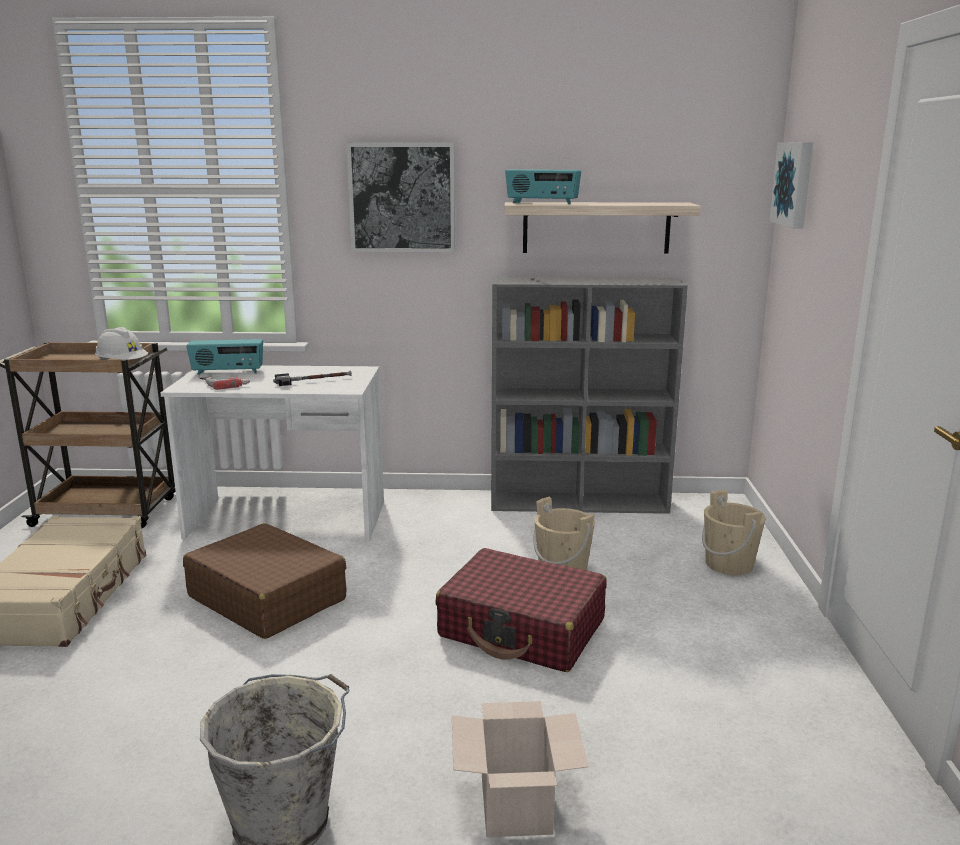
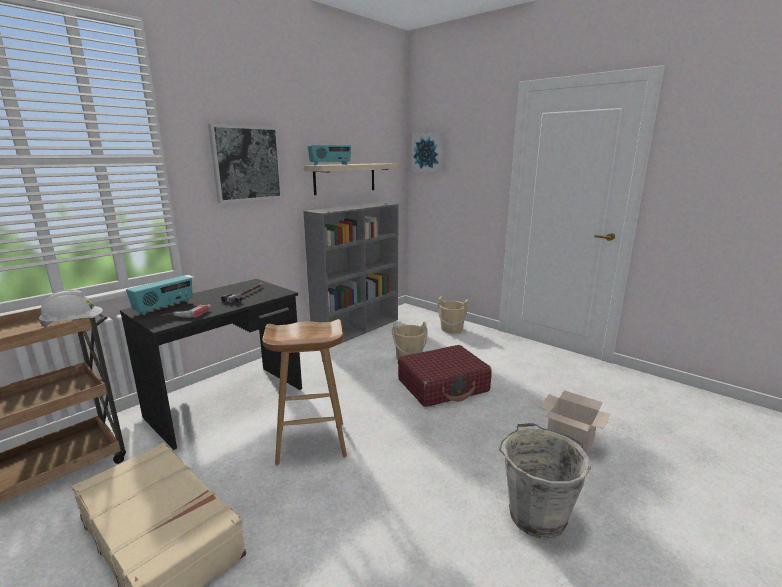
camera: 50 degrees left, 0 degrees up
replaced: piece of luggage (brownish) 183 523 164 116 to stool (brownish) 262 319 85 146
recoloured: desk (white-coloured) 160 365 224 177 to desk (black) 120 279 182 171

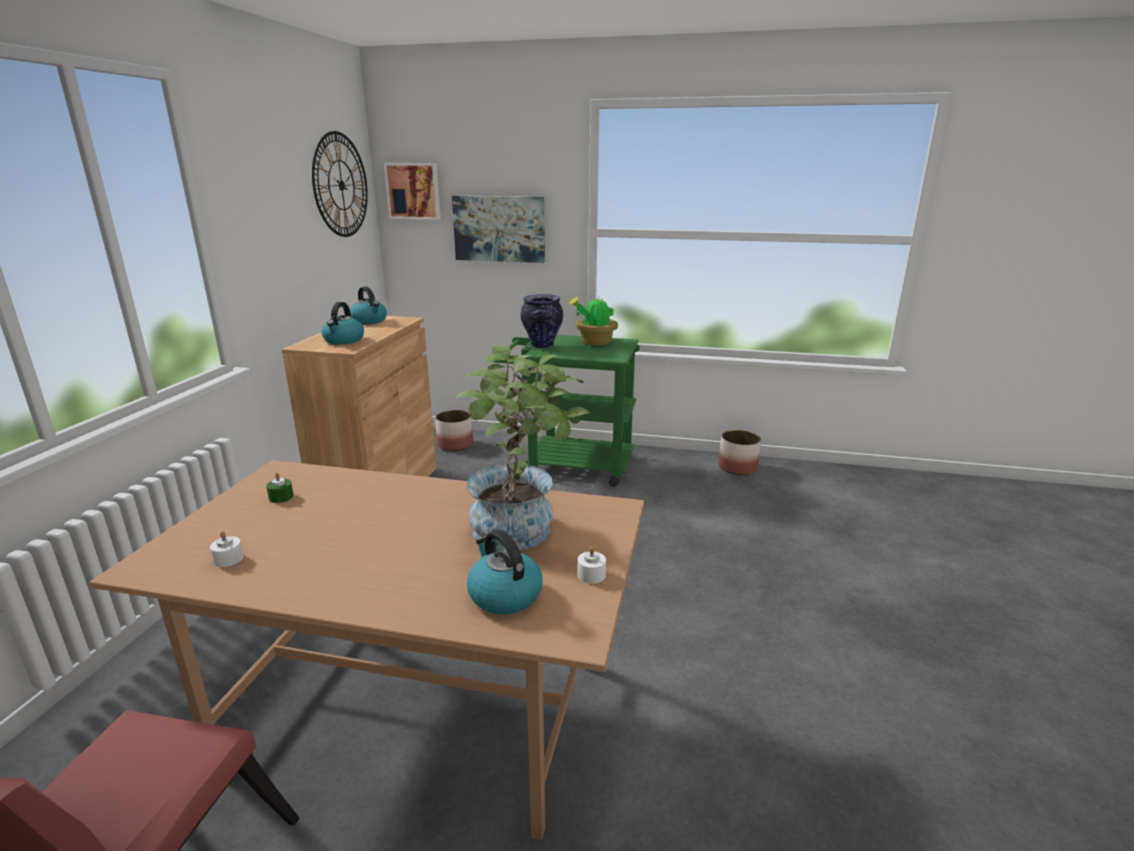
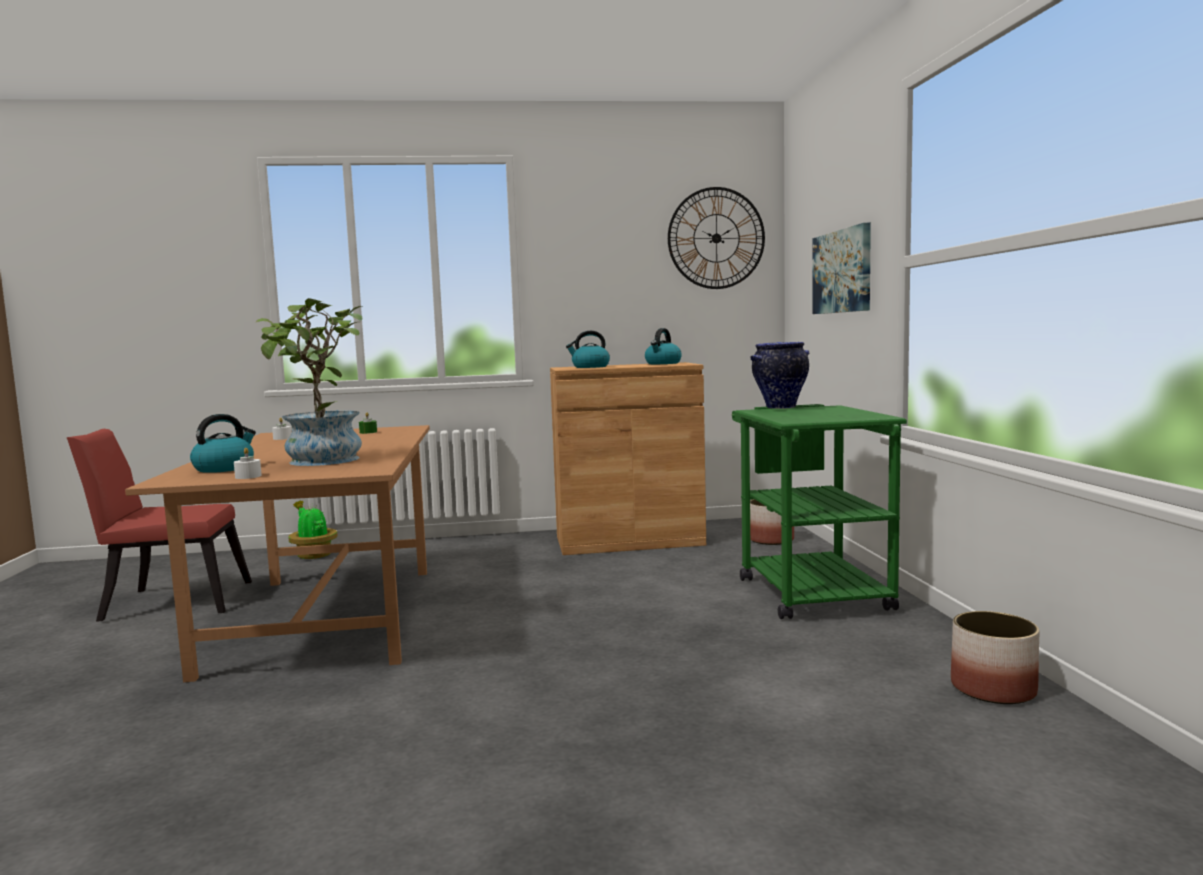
camera: 70 degrees right, 15 degrees down
removed: wall art 384 163 57 57
moved: plant in a pot 570 296 48 50 to 288 501 50 58

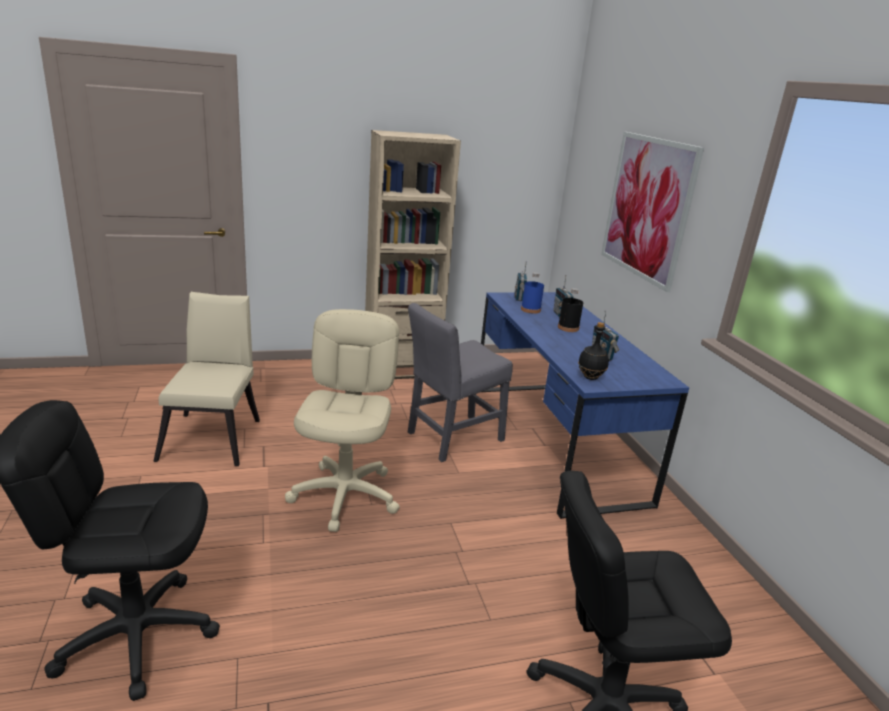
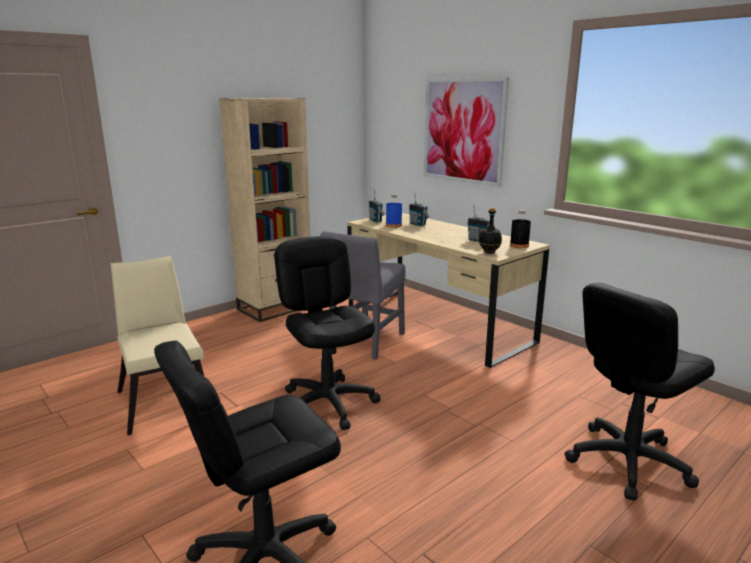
camera: 25 degrees left, 5 degrees down
moved: drink bottle (black) 558 288 25 44 to 510 210 21 38
recoloured: desk (bluish) 481 292 208 227 to desk (beige) 347 213 203 155; office chair (beige) 285 309 115 223 to office chair (black) 274 236 107 194

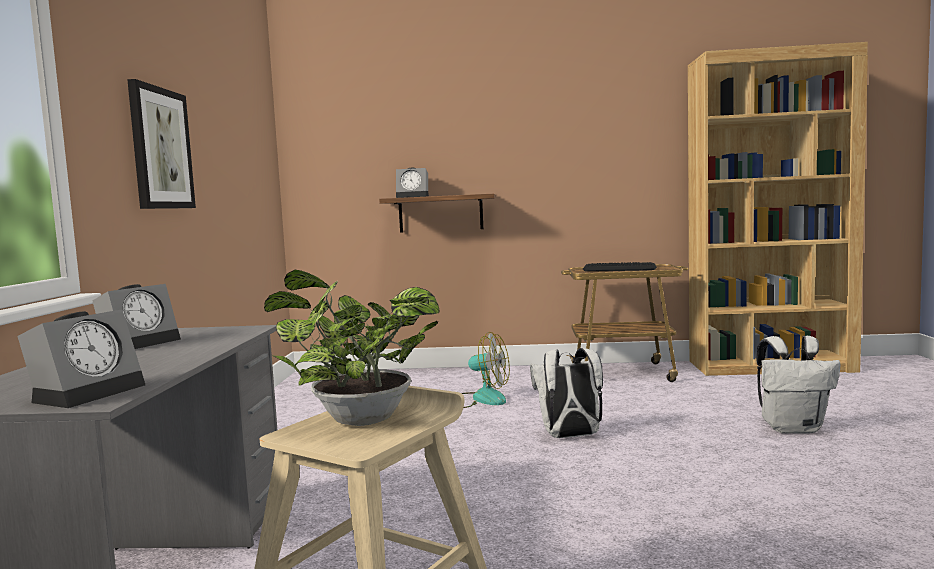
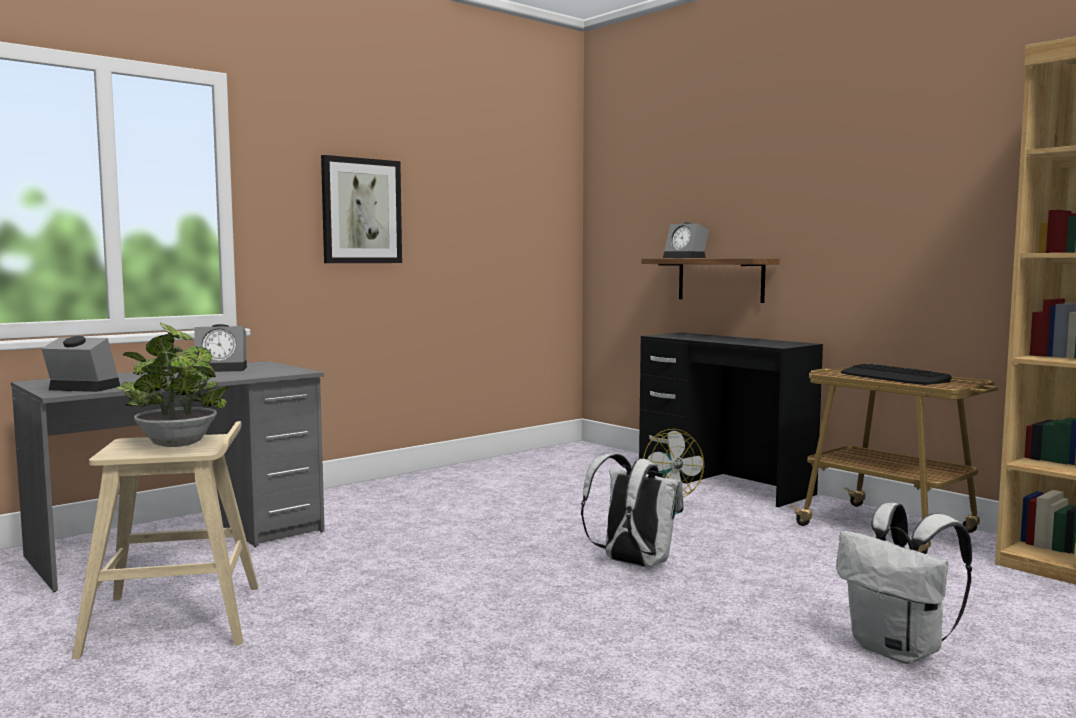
camera: 45 degrees right, 0 degrees up
added: desk (black) 639 333 184 174
turned: alarm clock 17 309 128 99 = 41 336 79 56 150 degrees counterclockwise

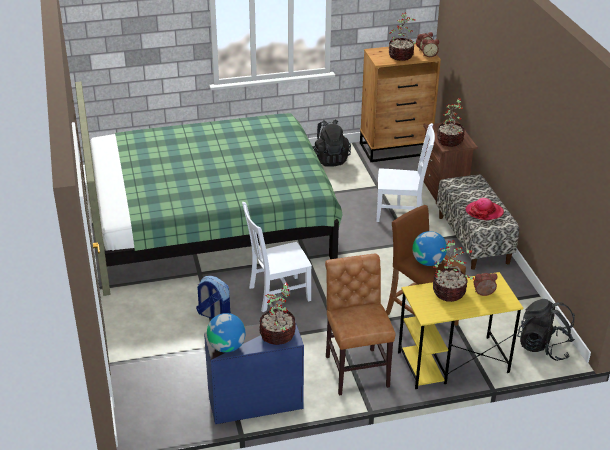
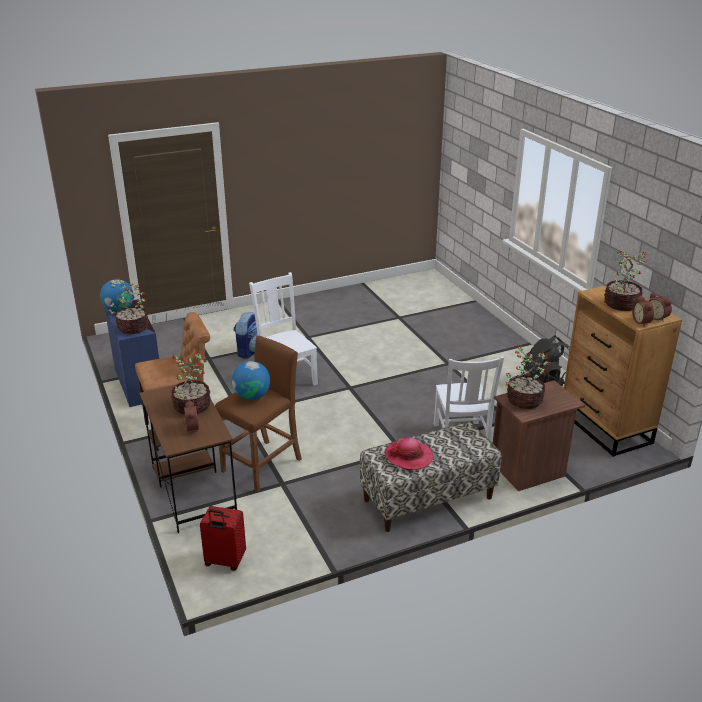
camera: 80 degrees right, 5 degrees down
removed: sleeping bed (green-coloured) 75 82 268 214
replaced: backpack (black) 517 299 58 62 to piece of luggage (red-coloured) 200 506 46 65
recoloured: desk (yellow-coloured) 398 272 125 117 to desk (brownish) 139 379 98 154

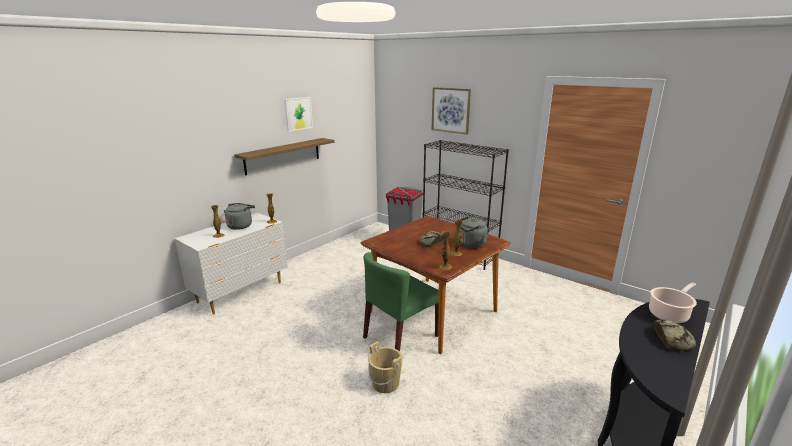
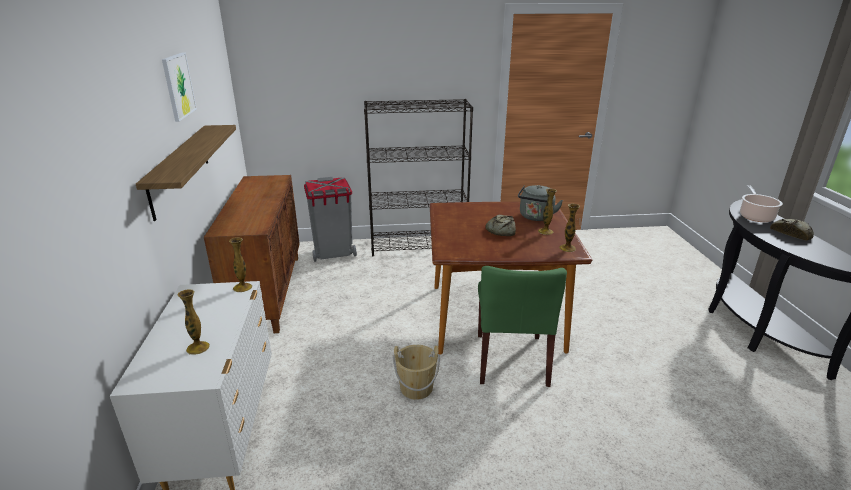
camera: 45 degrees left, 5 degrees up
removed: wall art 432 87 39 47; tea kettle (gray) 224 203 31 27
added: cabinet (brownish) 204 175 96 158
moved: pail (beige) 368 341 35 52 to 393 345 47 54

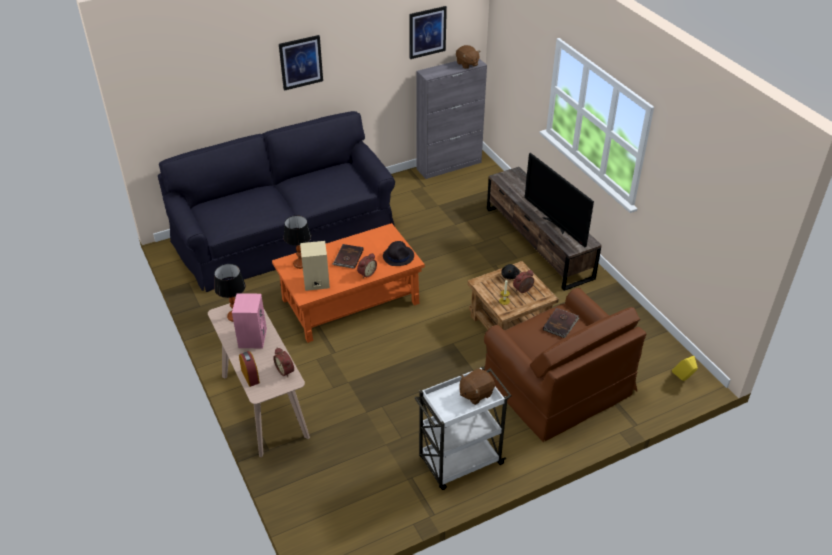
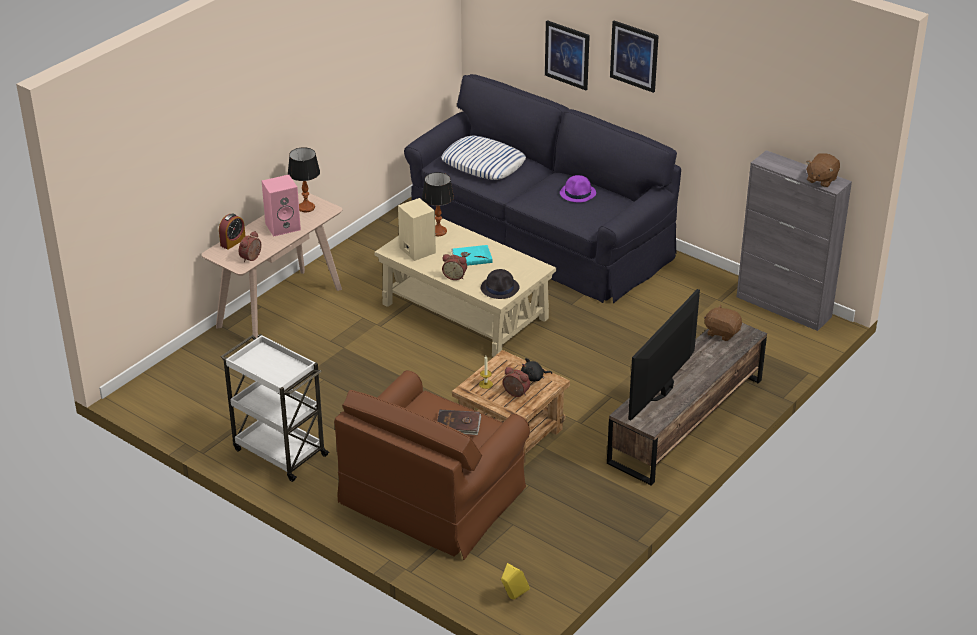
camera: 65 degrees right, 5 degrees down
added: cushion 441 136 85 44; wearable hat (purple) 560 175 36 27
moved: wall art 409 6 38 53 to 545 20 45 70; plush toy (brownish) 459 368 36 37 to 704 305 38 36
recoloured: low table (orange) 272 223 153 120 to low table (beige) 374 215 182 142; bound book (brownish) 332 244 32 25 to bound book (turquoise) 451 245 42 21

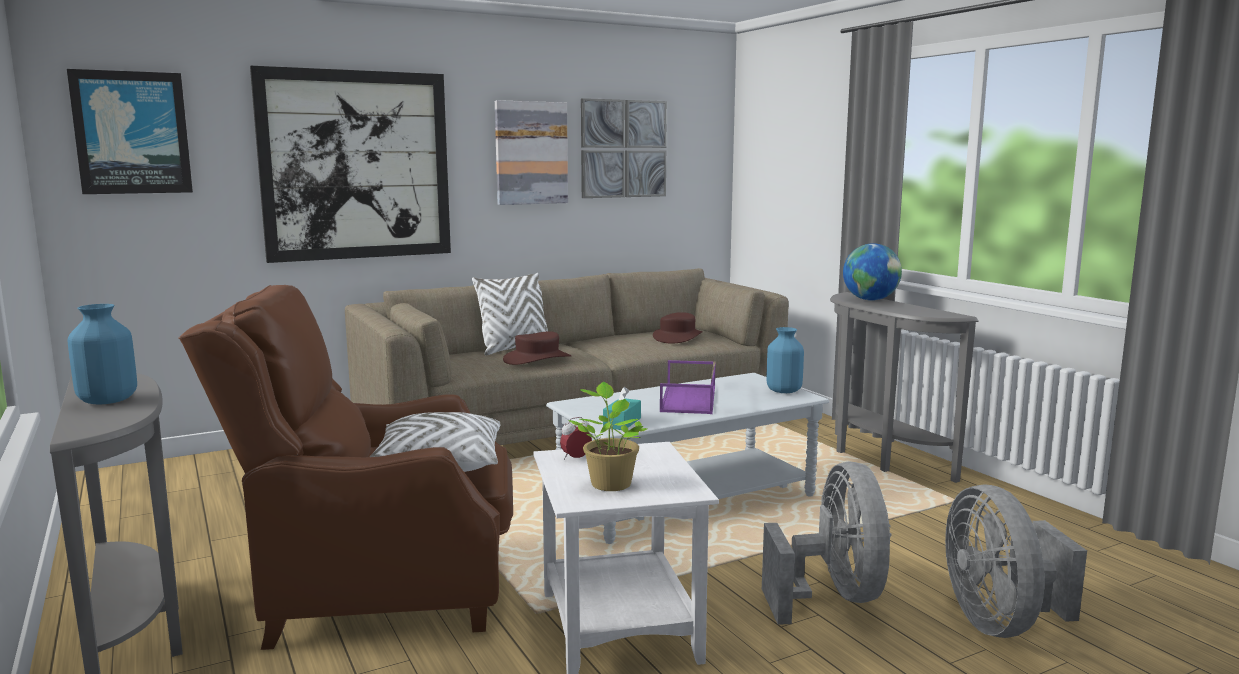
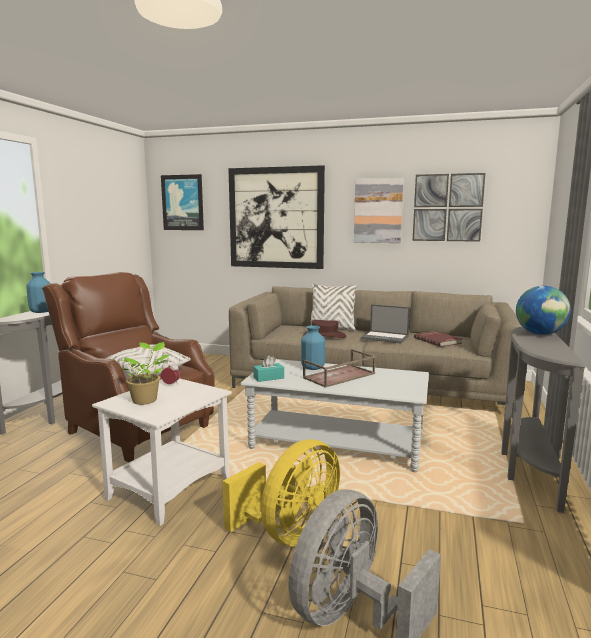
camera: 45 degrees right, 0 degrees up
added: laptop 361 304 49 40
moved: decorative vase (bluish) 767 327 37 66 to 301 325 24 45
replaced: wearable hat (brownish) 653 312 50 32 to bound book (red-coloured) 414 331 48 16
recoloured: serving tray (purple) 660 360 56 54 to serving tray (brownish) 303 349 73 39; fan (gray) 762 461 129 164 to fan (yellow-coloured) 223 439 117 107

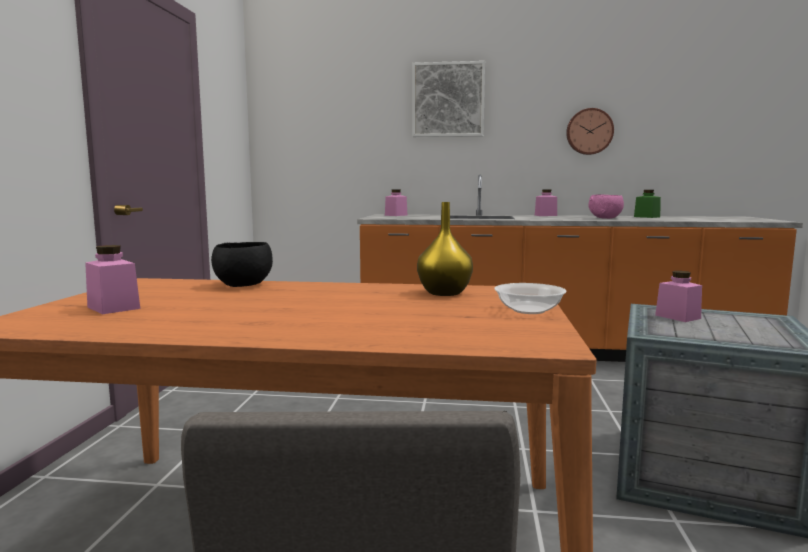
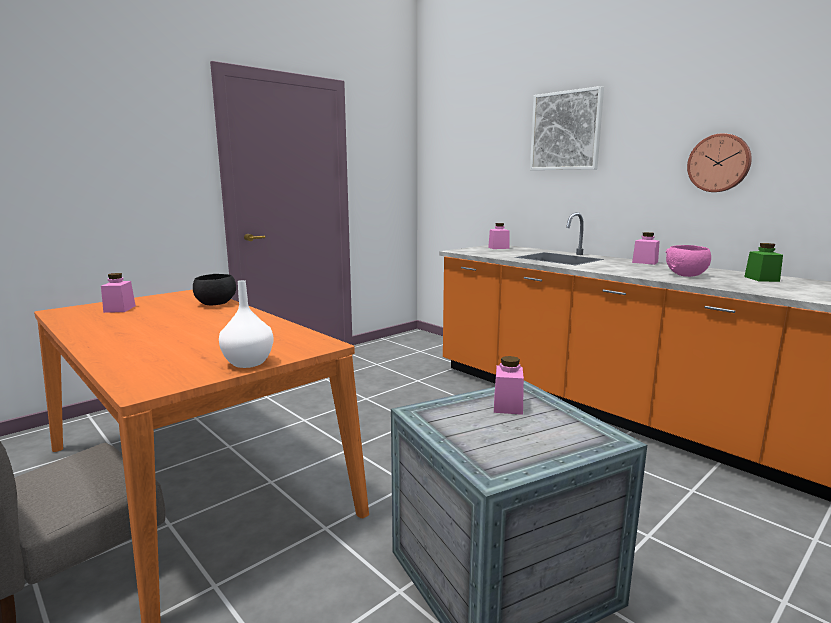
camera: 40 degrees right, 5 degrees up
removed: decorative vase (yellow-coloured) 417 202 56 94
replaced: deep dish 495 283 72 31 to decorative vase (white-coloured) 219 280 55 88

